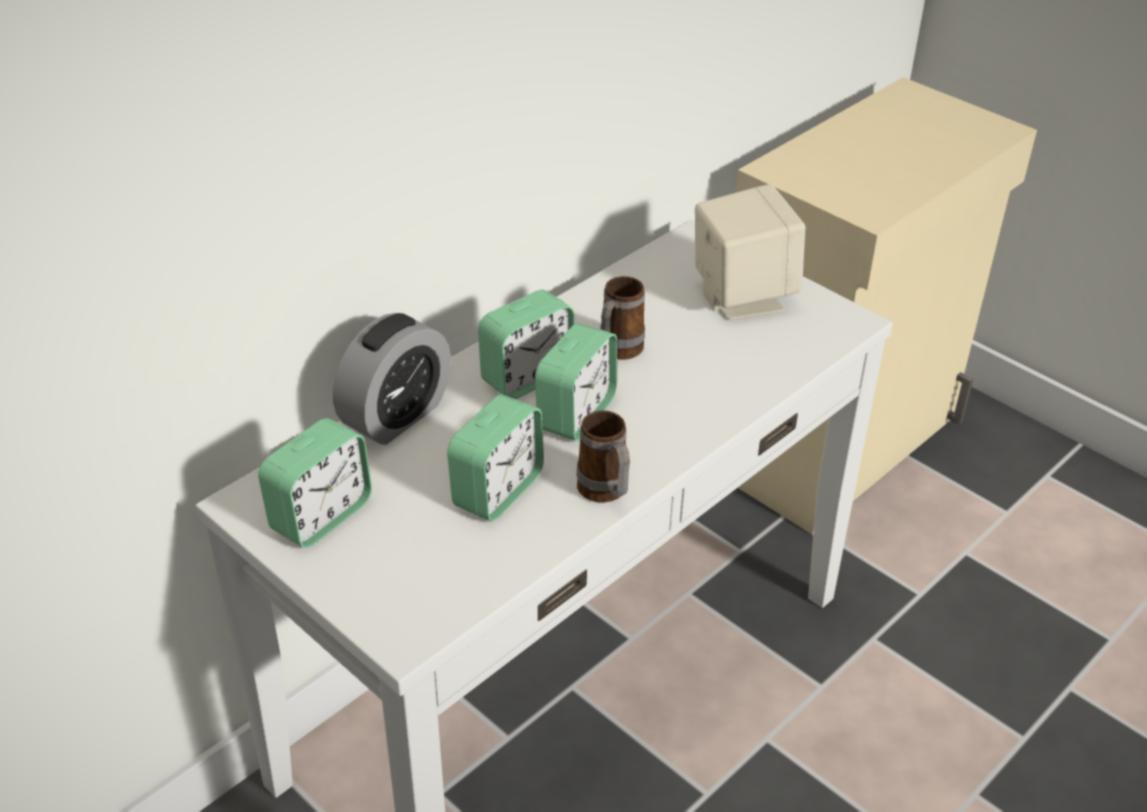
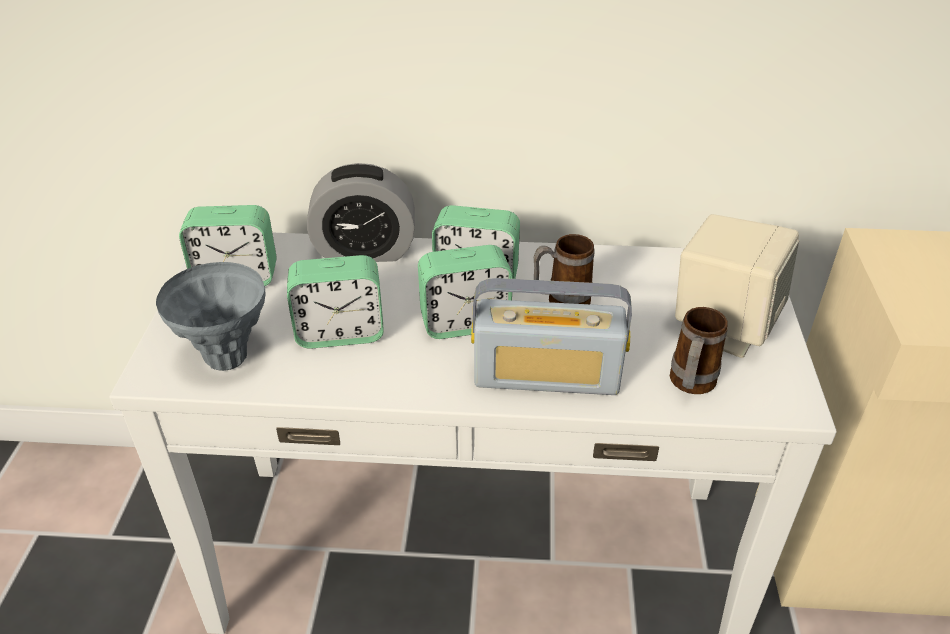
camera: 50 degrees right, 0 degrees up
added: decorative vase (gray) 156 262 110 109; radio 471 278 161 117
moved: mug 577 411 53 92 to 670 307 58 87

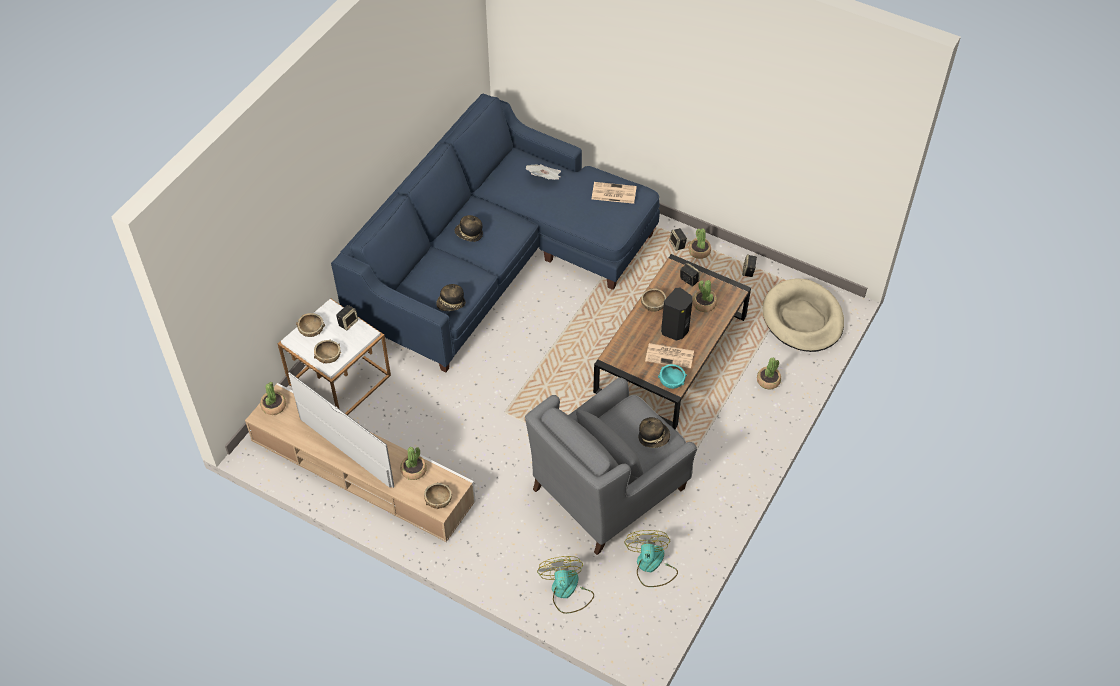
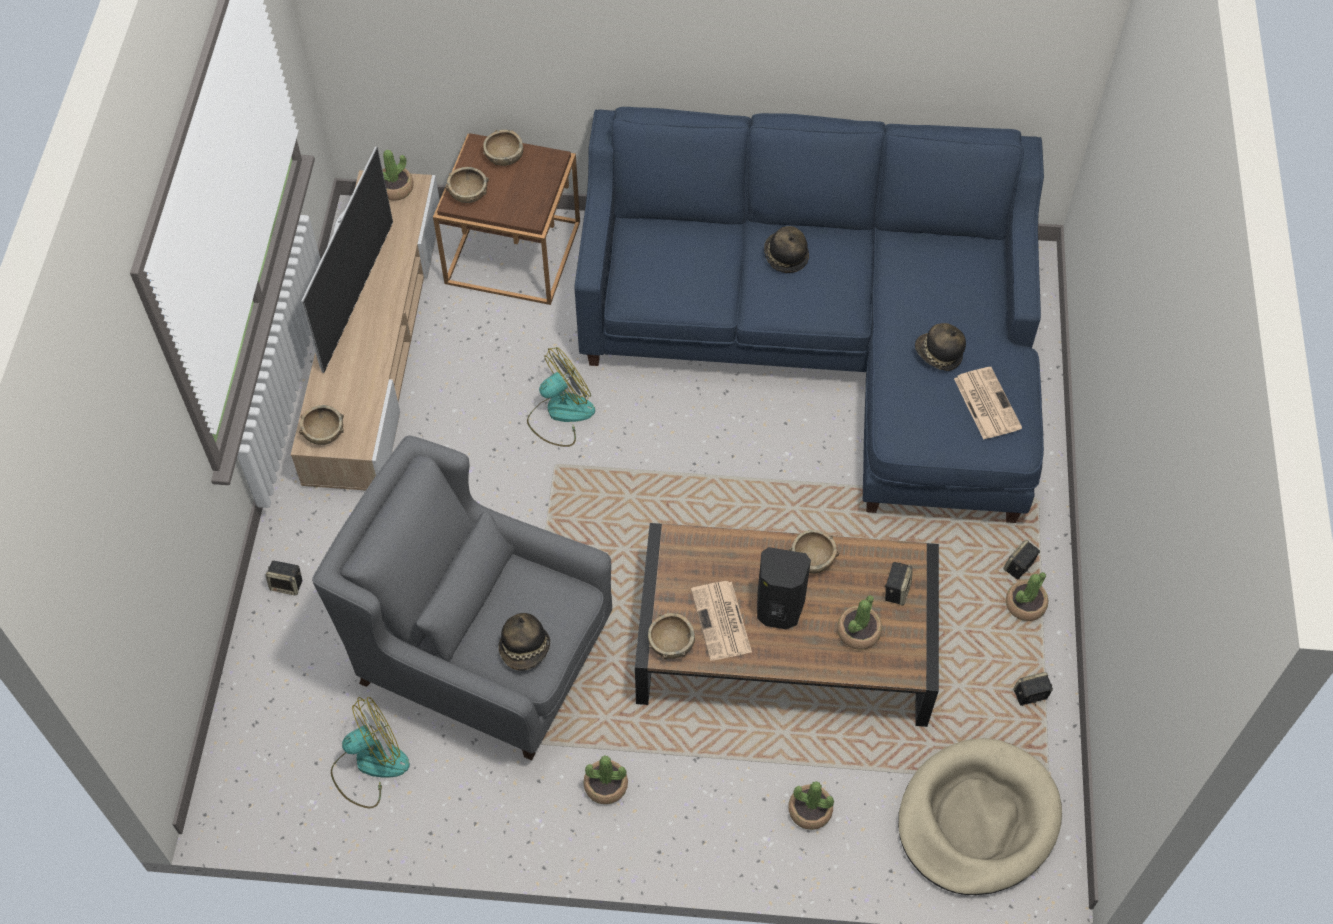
camera: 65 degrees right, 5 degrees up
removed: printed paper 526 164 35 16
moved: wearable hat 436 284 30 27 to 915 323 51 48; loudspeaker 336 305 22 26 to 266 560 36 35; plant in a pot 400 447 27 33 to 583 756 45 48; fan 537 556 57 58 to 527 347 68 100
recoloured: end table (white-coloured) 278 298 113 117 to end table (brownish) 433 133 147 172; deep dish (turquoise) 658 364 29 25 to deep dish (brownish) 648 613 47 47

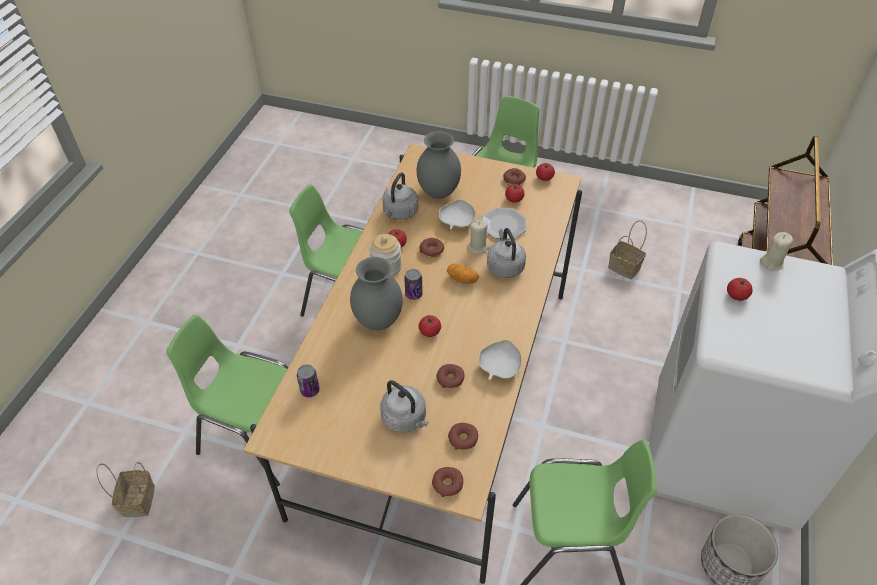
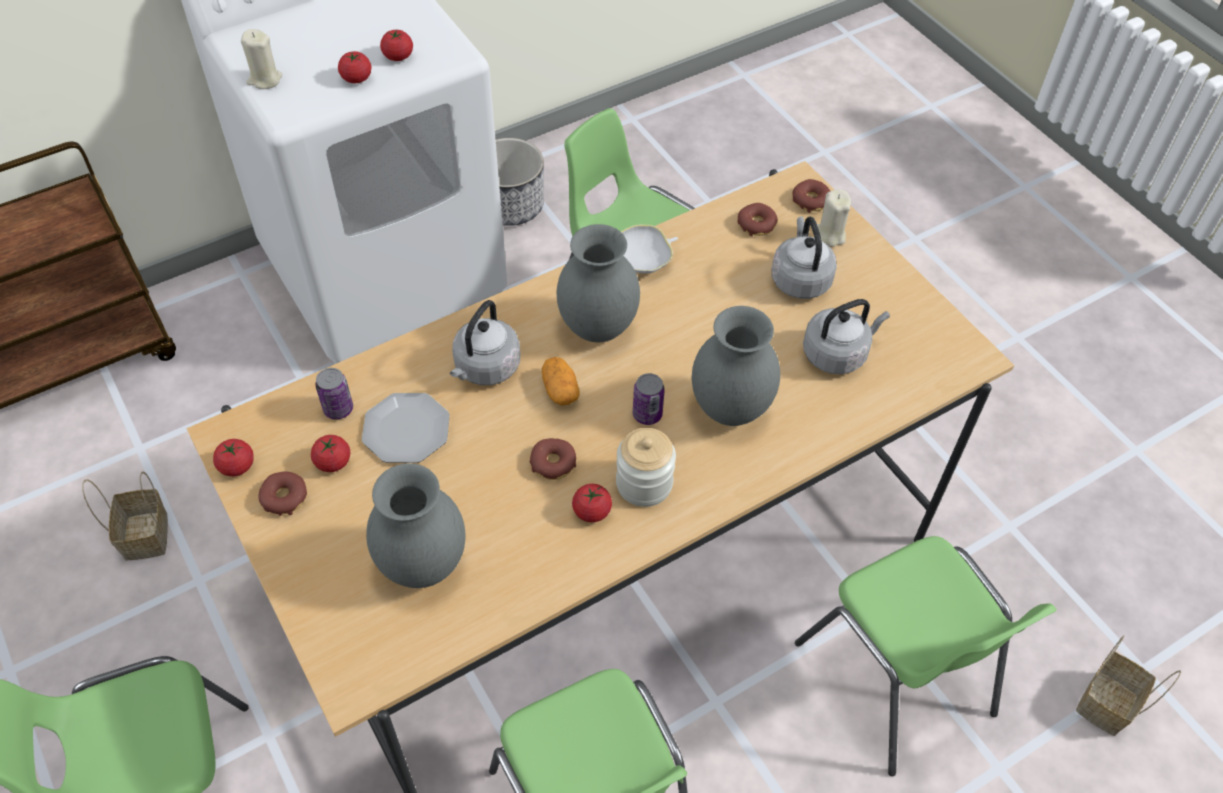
camera: 140 degrees left, 5 degrees up
removed: deep dish (white-coloured) 439 199 36 30; donut 436 364 29 25
added: decorative vase (gray) 557 224 83 118
moved: tea kettle (gray) 382 172 36 48 to 803 299 87 75; wax candle (beige) 467 220 23 34 to 817 189 34 58; fresh tomato 419 315 22 22 to 380 30 33 31; can 297 364 23 33 to 315 368 38 52

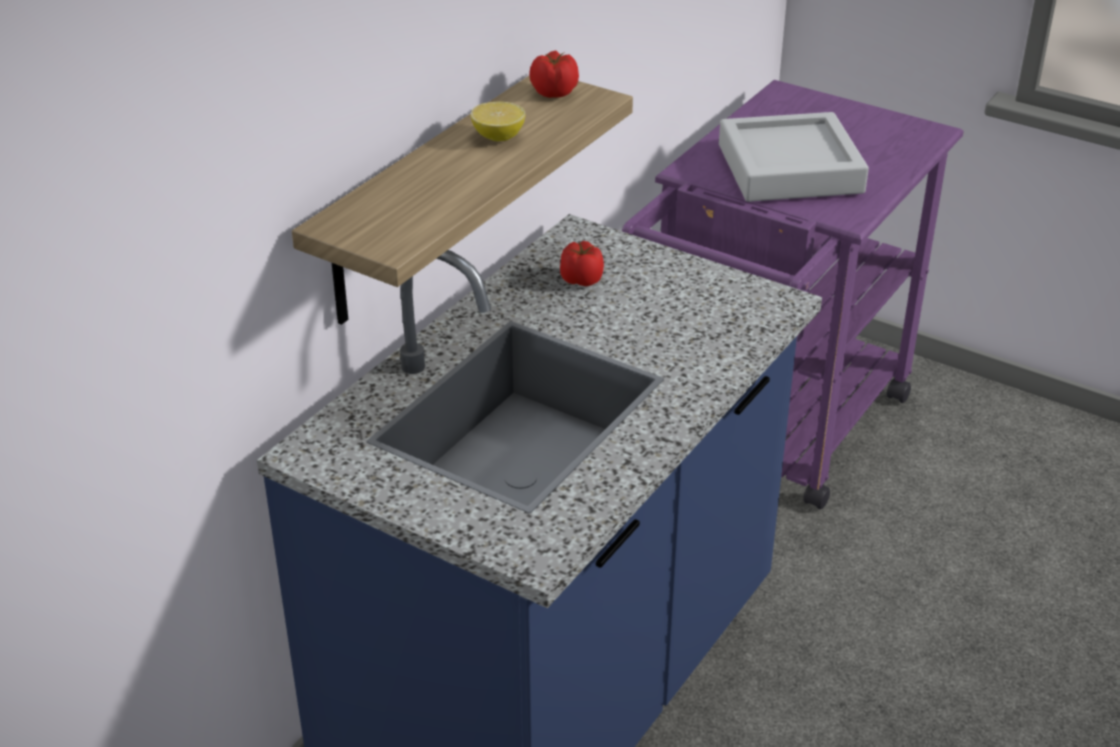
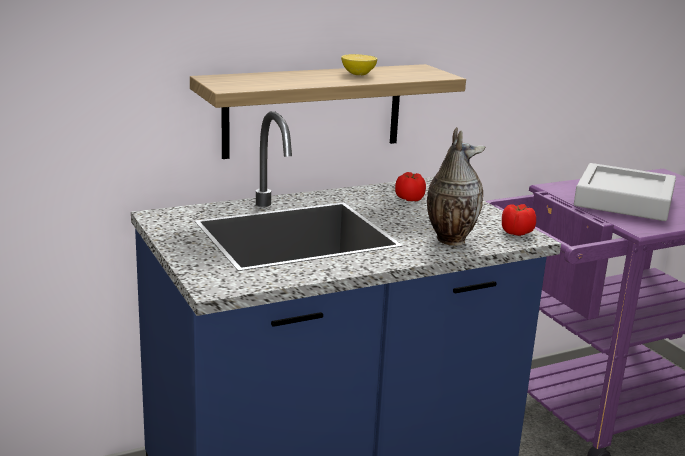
camera: 30 degrees right, 15 degrees down
added: decorative vase 427 127 58 119
moved: fresh tomato 529 51 50 47 to 502 204 34 32

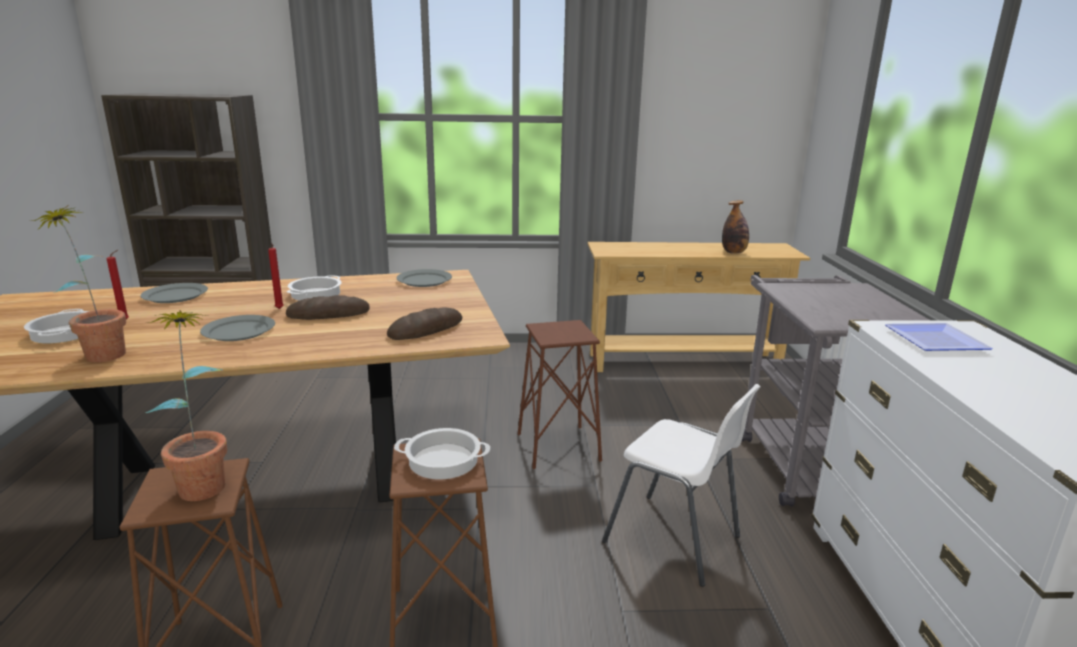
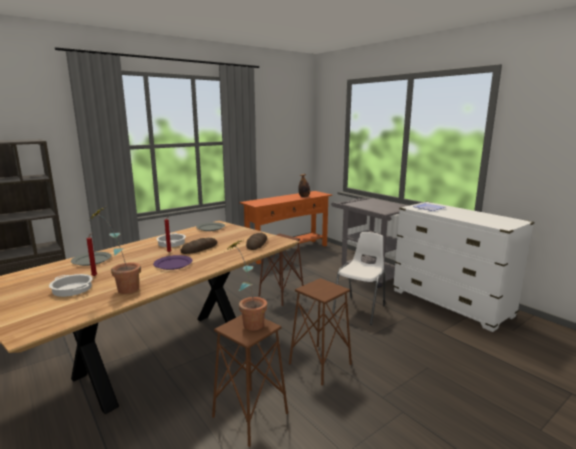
camera: 35 degrees left, 5 degrees down
removed: cooking pot 394 428 96 51
recoloured: console table (beige) 587 242 223 130 to console table (orange) 239 191 93 73; plate (gray) 200 315 75 26 to plate (purple) 153 255 39 15
turned: chair (white-coloured) 602 384 159 203 = 332 232 53 93 60 degrees counterclockwise

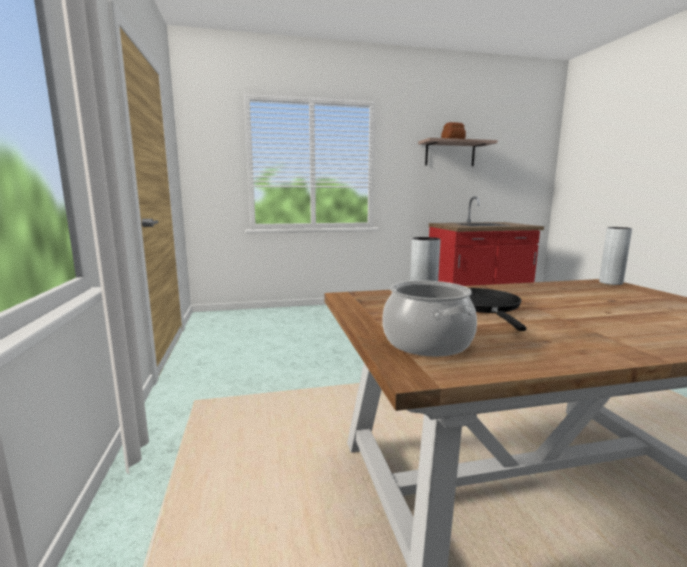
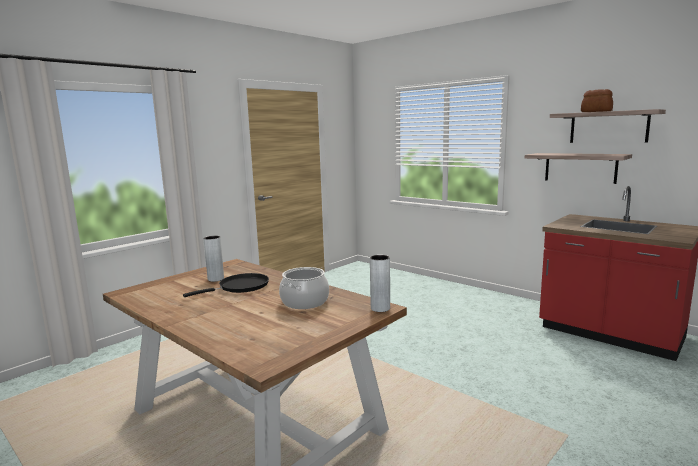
camera: 55 degrees right, 0 degrees up
added: bracket shelf 525 153 107 31
moved: cooking pot 383 280 94 77 to 279 267 50 42

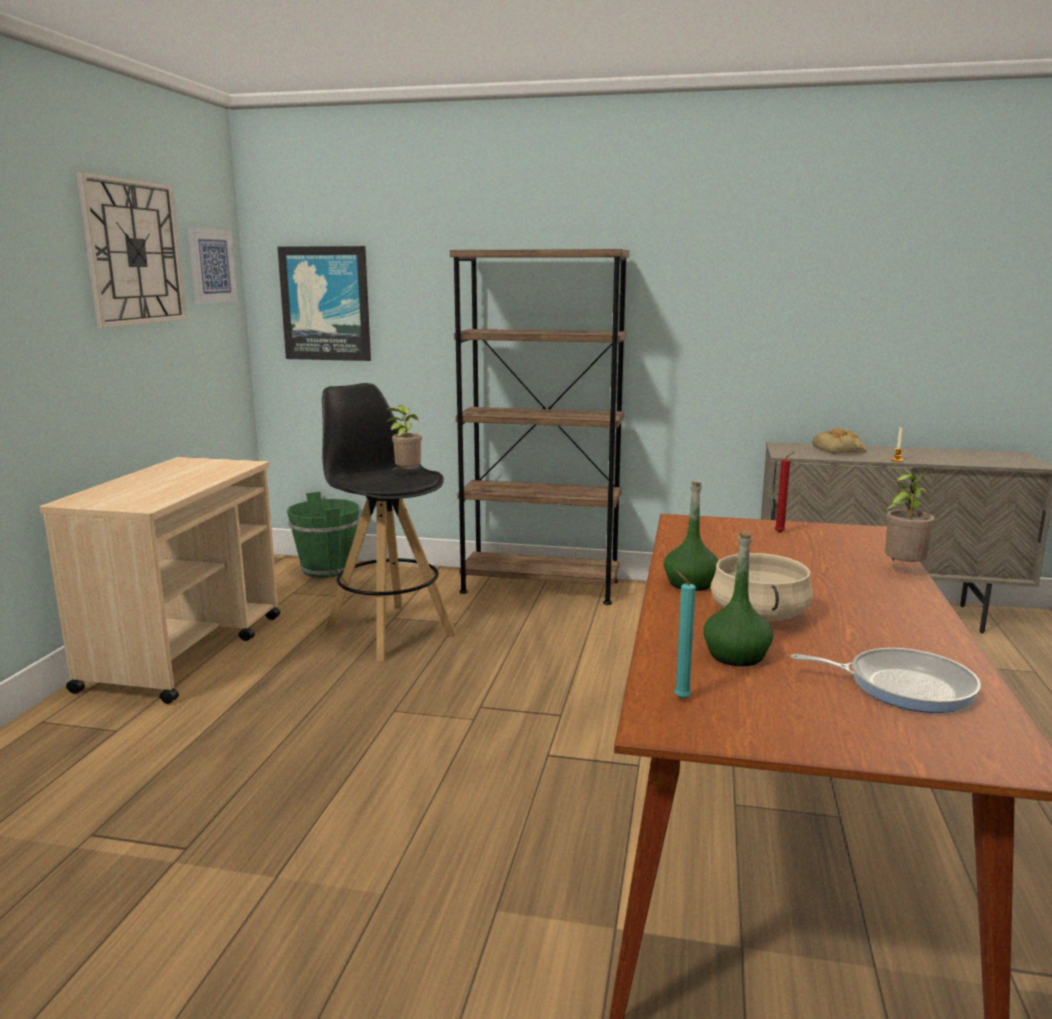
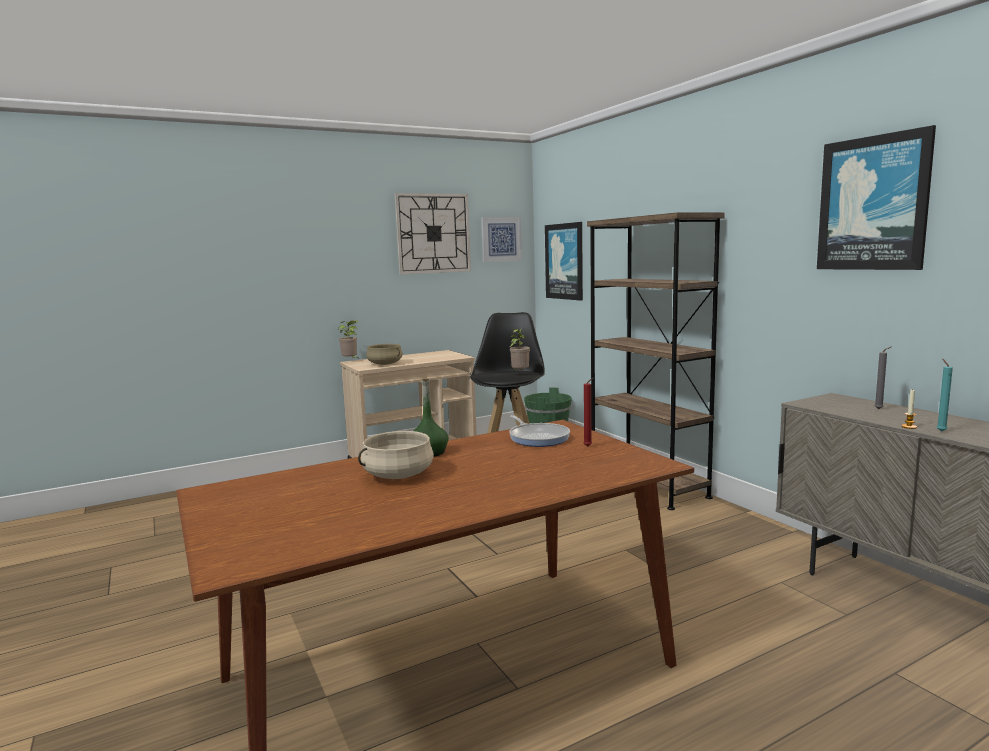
camera: 50 degrees right, 5 degrees down
removed: drink bottle (green-coloured) 703 531 70 135
added: wall art 817 125 119 145; cooking pot (beige) 366 344 37 21
moved: plant in a pot 885 468 50 94 to 338 320 21 38; wax candle (turquoise) 674 570 22 129 to 937 358 16 74; pan 791 648 190 65 to 509 415 61 32
replaced: bakery bread 812 428 54 26 to wax candle (gray) 874 347 17 62

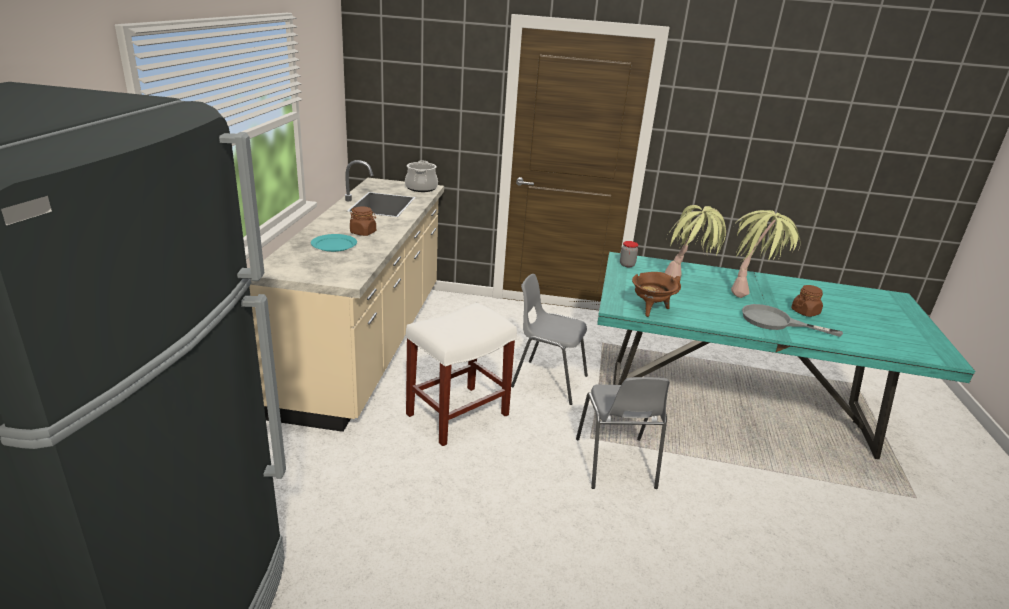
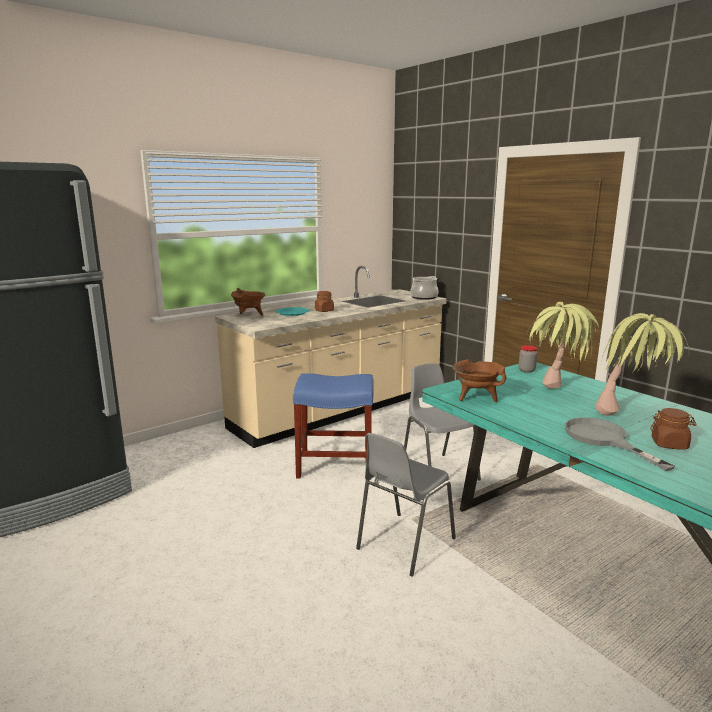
camera: 45 degrees right, 10 degrees down
added: cooking pot (brownish) 231 288 34 28
recoloured: stool (white-coloured) 406 303 111 143 to stool (bluish) 293 373 81 107

